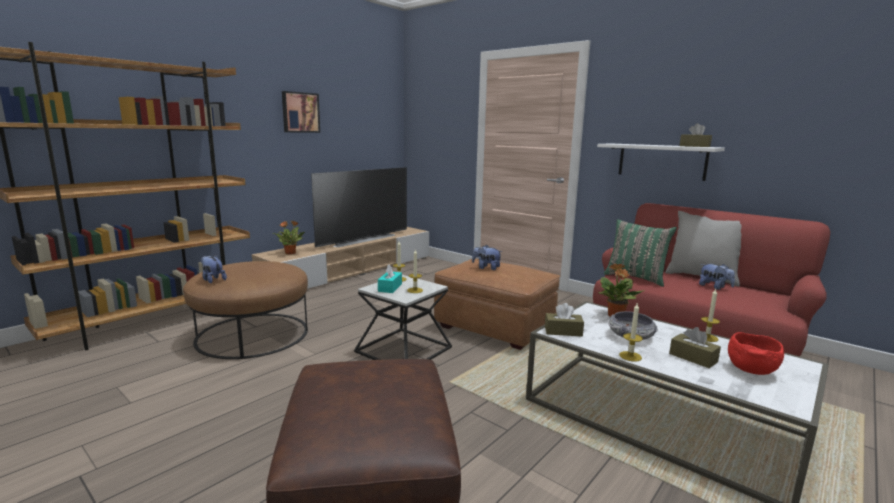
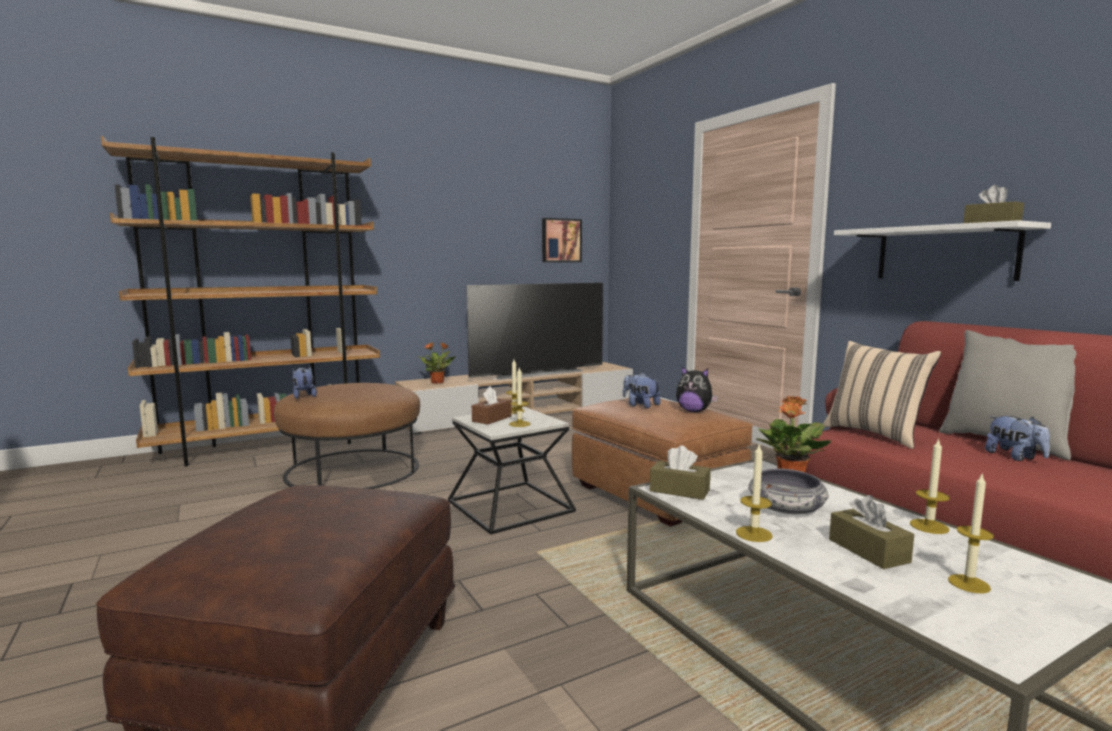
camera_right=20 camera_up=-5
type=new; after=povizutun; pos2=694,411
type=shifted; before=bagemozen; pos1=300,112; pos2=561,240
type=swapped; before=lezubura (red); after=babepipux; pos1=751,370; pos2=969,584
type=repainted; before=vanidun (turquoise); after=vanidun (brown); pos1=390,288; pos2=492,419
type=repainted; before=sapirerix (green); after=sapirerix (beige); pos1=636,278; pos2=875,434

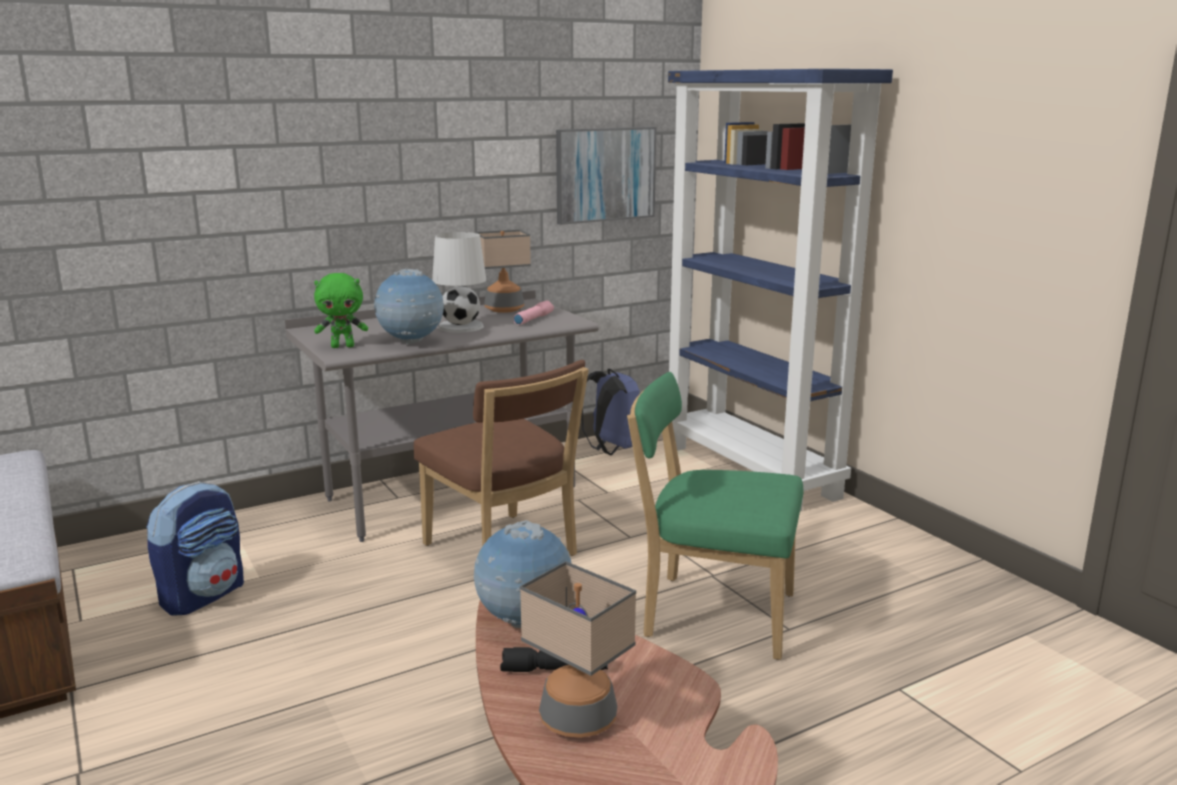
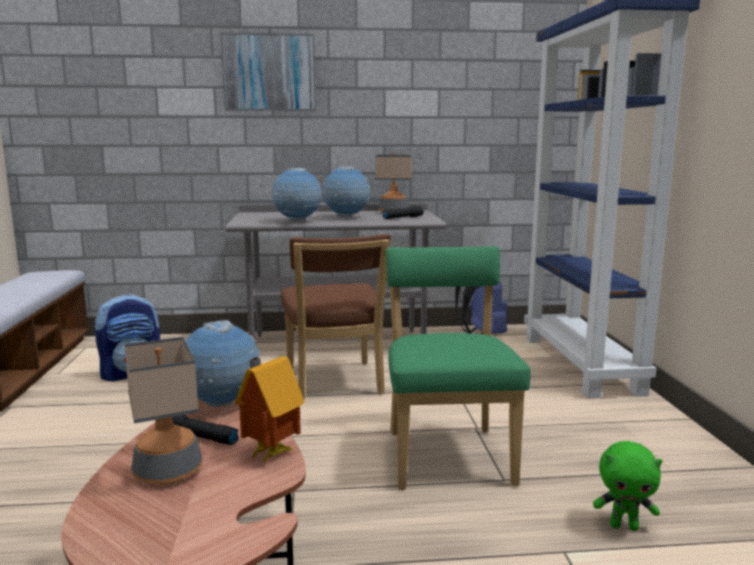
camera_right=25 camera_up=-5
type=new; after=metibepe; pos2=269,453
type=shifted; before=povizutun (green); pos1=343,346; pos2=624,526
type=shifted; before=bagemozen; pos1=605,174; pos2=269,72
type=swapped; before=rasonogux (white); after=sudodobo; pos1=461,327; pos2=346,217
type=repainted; before=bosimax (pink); after=bosimax (black); pos1=533,319; pos2=403,217
type=rotated; before=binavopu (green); pos1=711,614; pos2=447,454; turn=45

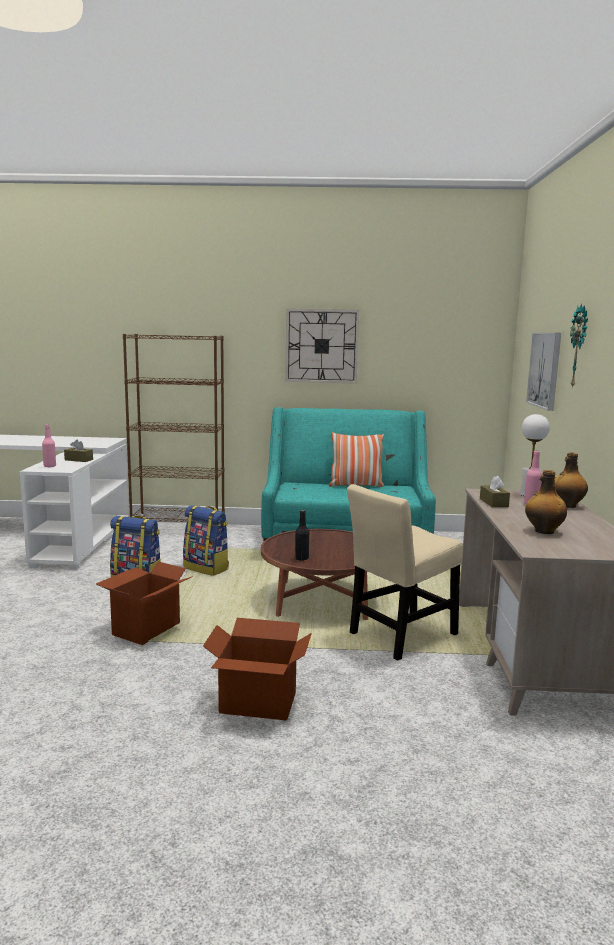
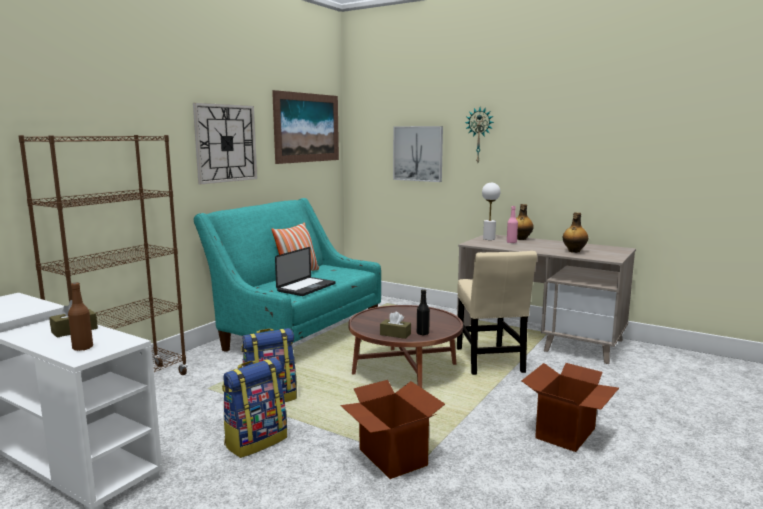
camera_right=-60 camera_up=0
type=new; after=bagemozen; pos2=307,128
type=new; after=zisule; pos2=306,287
type=shifted; before=vanidun (brown); pos1=493,503; pos2=395,334
type=repainted; before=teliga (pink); after=teliga (brown); pos1=50,466; pos2=82,348

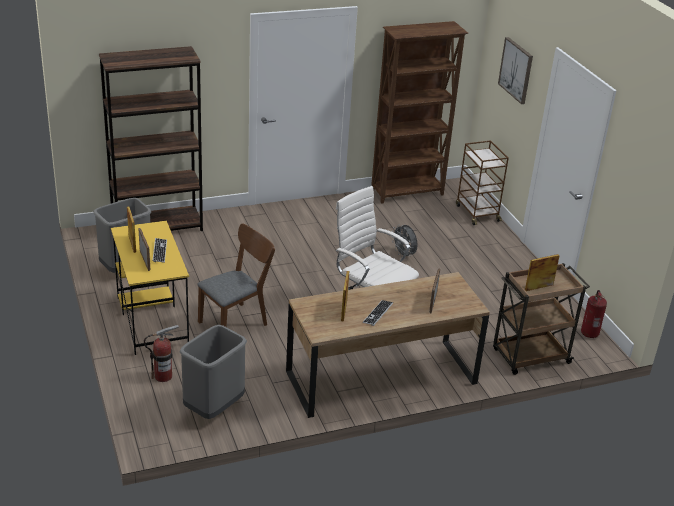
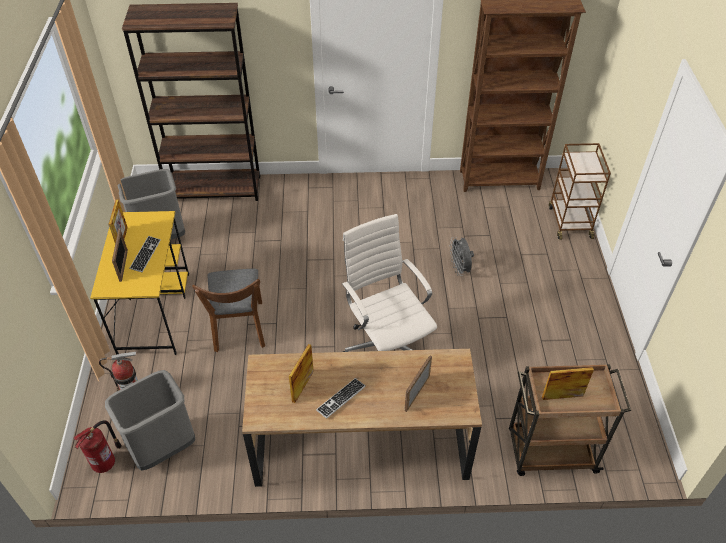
camera_right=20 camera_up=15
type=gone; before=bagemozen; pos1=516,70
type=shifted; before=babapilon; pos1=589,333; pos2=105,462
type=rotated; before=binavopu (brown); pos1=237,321; pos2=239,330; turn=105

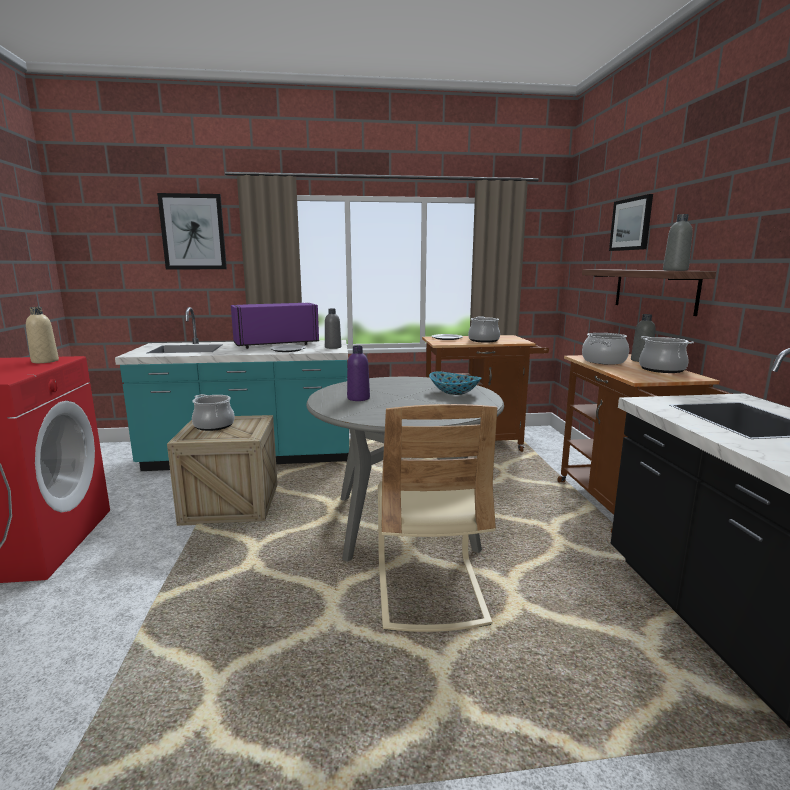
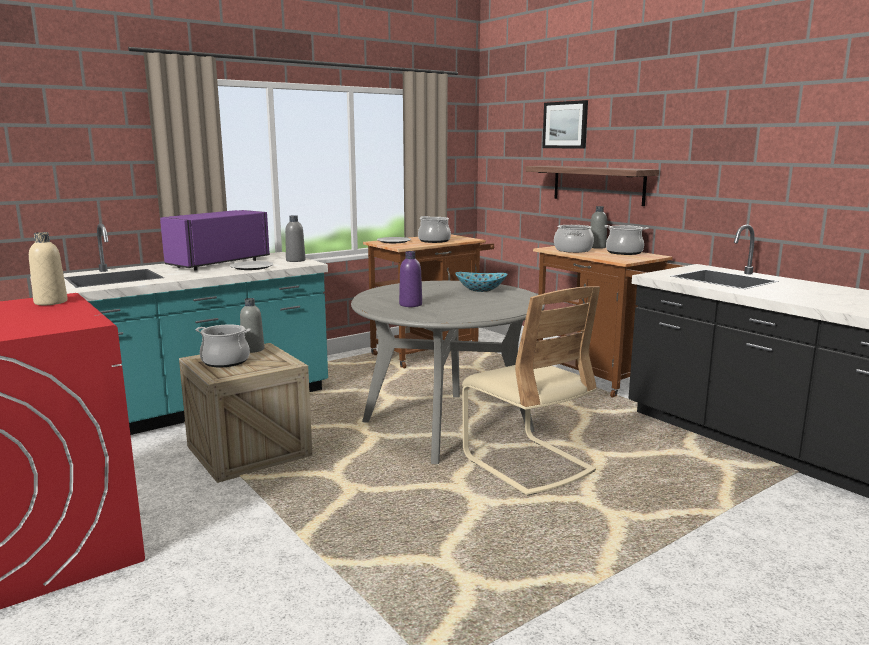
camera_right=-30 camera_up=0
type=gone; before=bagemozen; pos1=193,232
type=shifted; before=teliga (grey); pos1=675,270; pos2=253,349

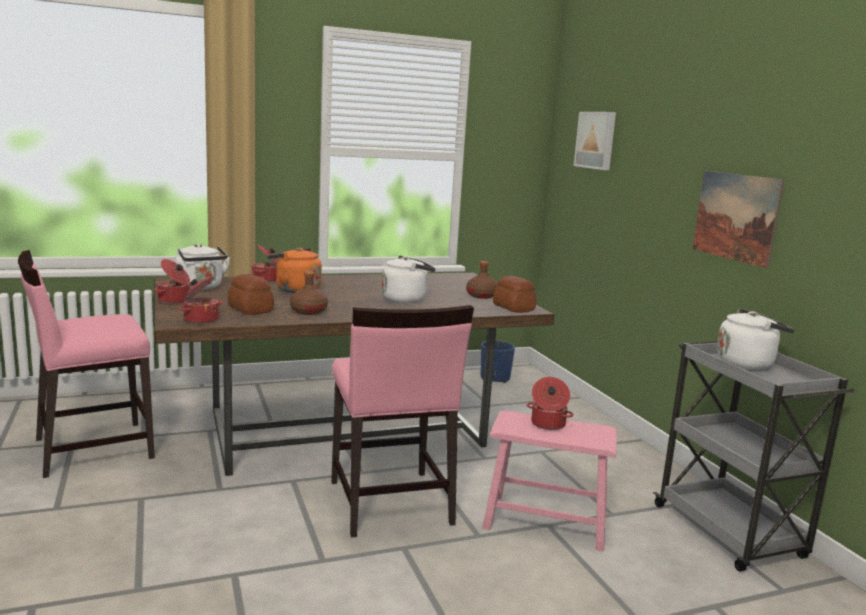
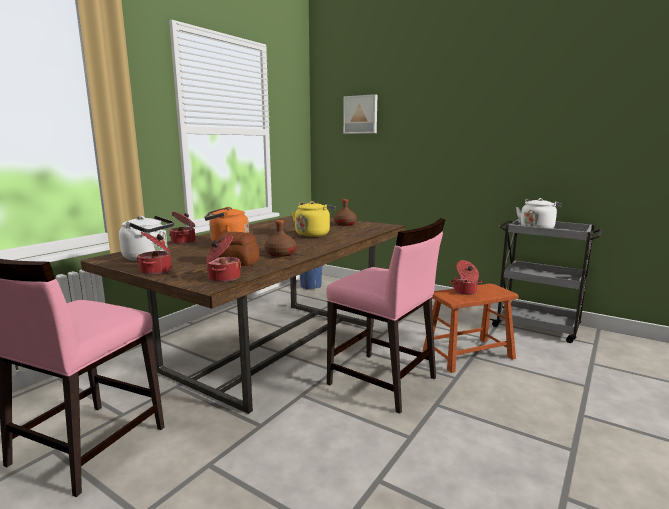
camera_right=-35 camera_up=0
type=gone; before=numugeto; pos1=513,308
type=gone; before=bagemozen; pos1=735,217
type=repainted; before=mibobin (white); after=mibobin (yellow); pos1=406,299; pos2=313,234
type=repainted; before=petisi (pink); after=petisi (brown); pos1=545,520; pos2=468,354

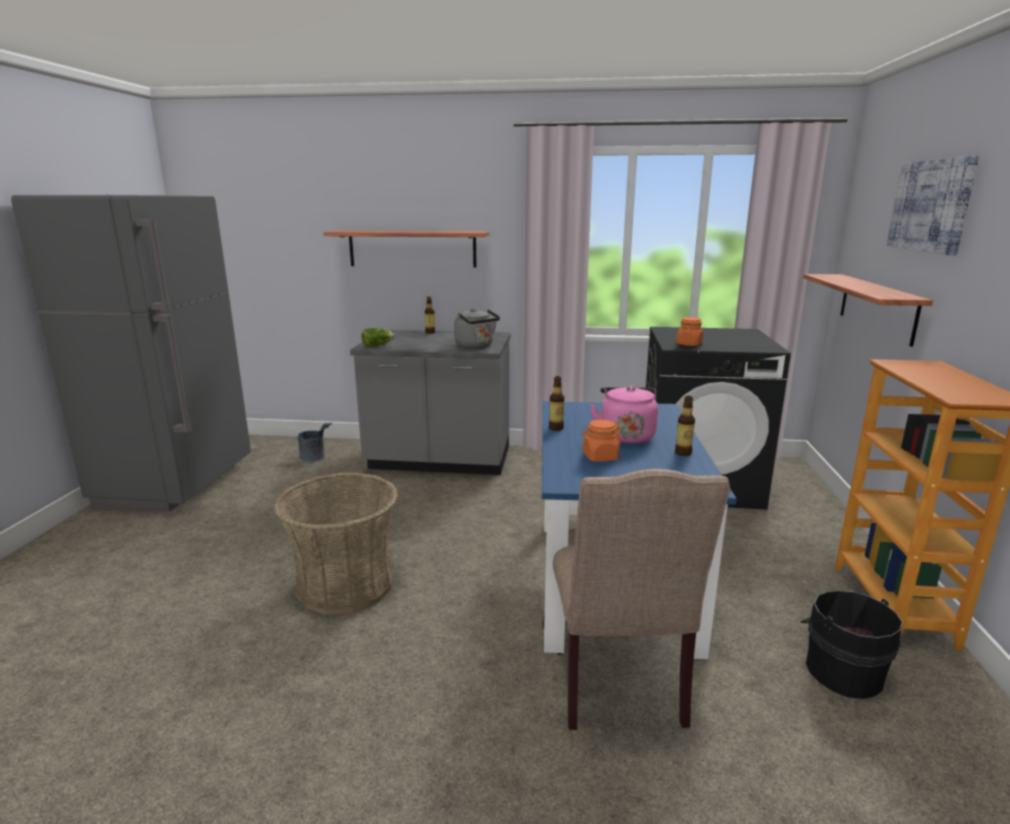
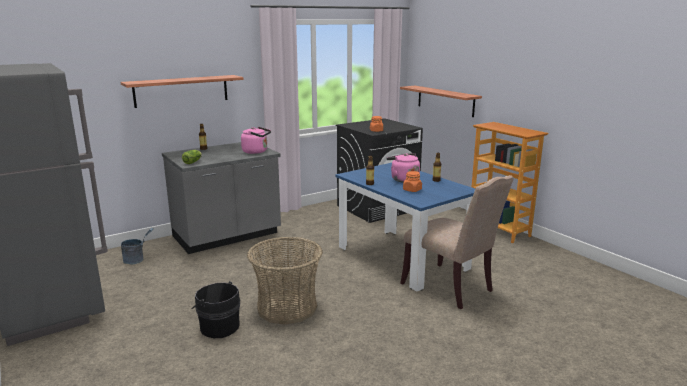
camera_right=-40 camera_up=0
type=gone; before=bagemozen; pos1=931,205
type=shifted; before=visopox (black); pos1=841,670; pos2=218,326
type=repainted; before=mibobin (grey); after=mibobin (pink); pos1=476,346; pos2=256,151

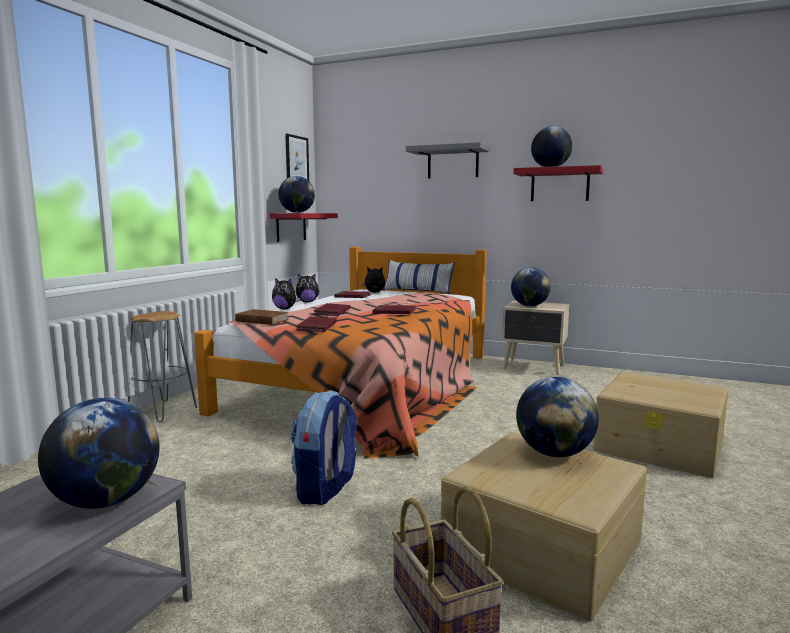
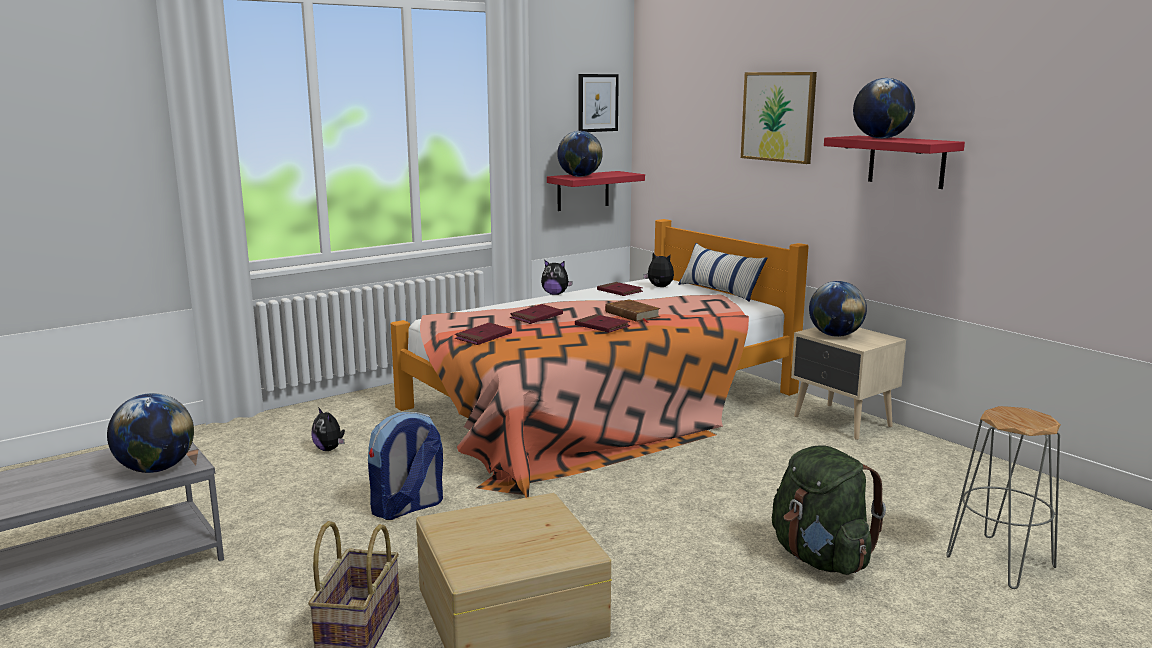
camera_right=30 camera_up=5
type=gone; before=sudodobo; pos1=554,453
type=shifted; before=petisi (grey); pos1=162,411; pos2=999,561
type=shifted; before=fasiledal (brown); pos1=262,321; pos2=632,314
type=shifted; before=povizutun; pos1=285,309; pos2=329,449
type=swapped; before=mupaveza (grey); after=bagemozen; pos1=453,163; pos2=778,117
type=swapped; before=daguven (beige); after=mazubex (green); pos1=660,445; pos2=820,558

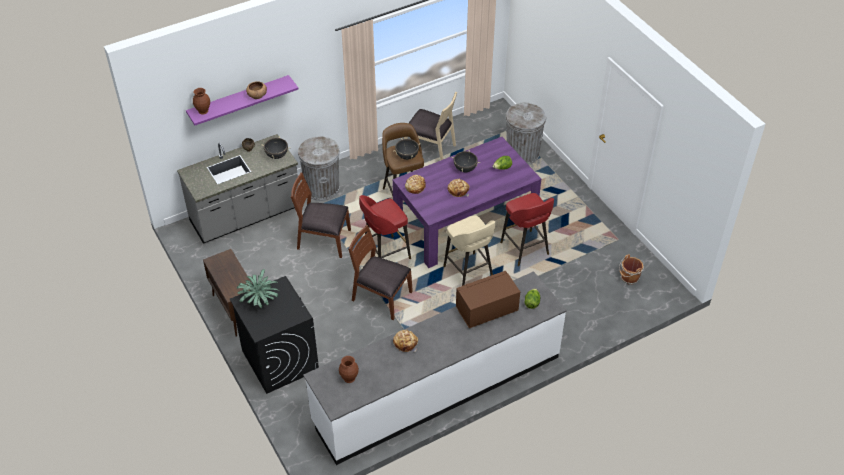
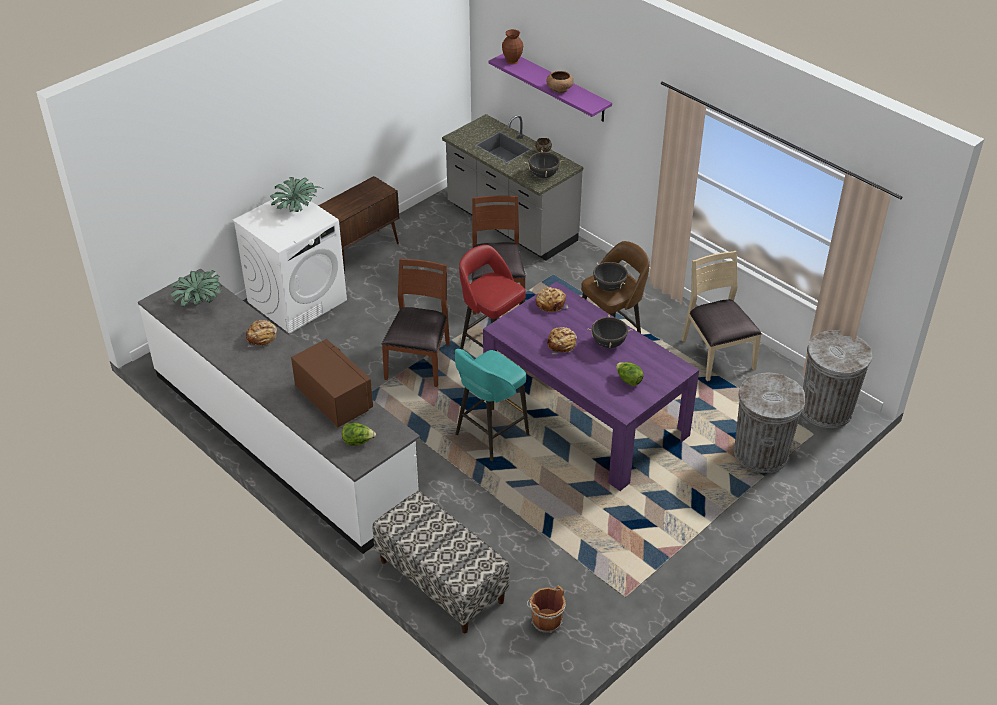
camera_right=75 camera_up=-5
type=gone; before=petisi (red); pos1=525,249
type=new; after=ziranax; pos2=441,581
type=shifted; before=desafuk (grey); pos1=322,188; pos2=825,409
type=swapped; before=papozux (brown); after=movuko; pos1=349,378; pos2=199,303
type=repainted; before=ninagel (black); after=ninagel (white); pos1=279,360; pos2=297,300
type=repainted; before=petisi (beige); after=petisi (turquoise); pos1=469,273; pos2=490,435
type=rotated; before=binavopu (beige); pos1=430,148; pos2=716,354; turn=150

